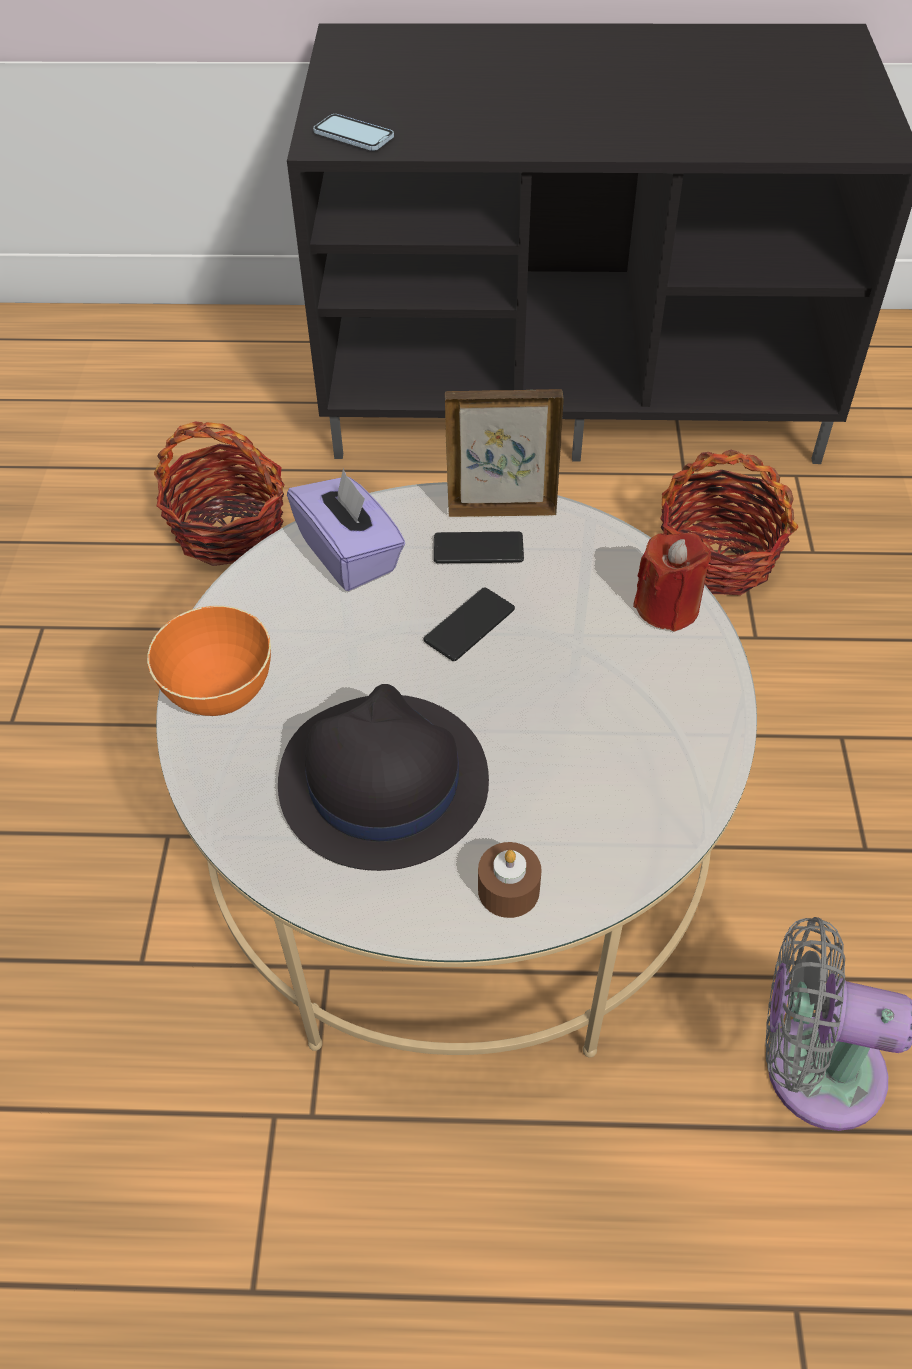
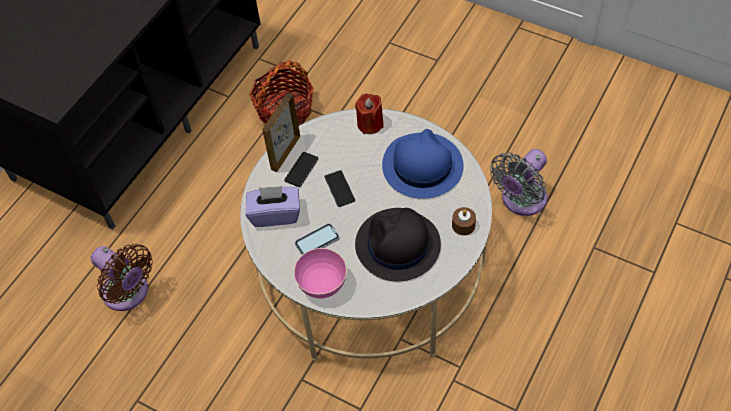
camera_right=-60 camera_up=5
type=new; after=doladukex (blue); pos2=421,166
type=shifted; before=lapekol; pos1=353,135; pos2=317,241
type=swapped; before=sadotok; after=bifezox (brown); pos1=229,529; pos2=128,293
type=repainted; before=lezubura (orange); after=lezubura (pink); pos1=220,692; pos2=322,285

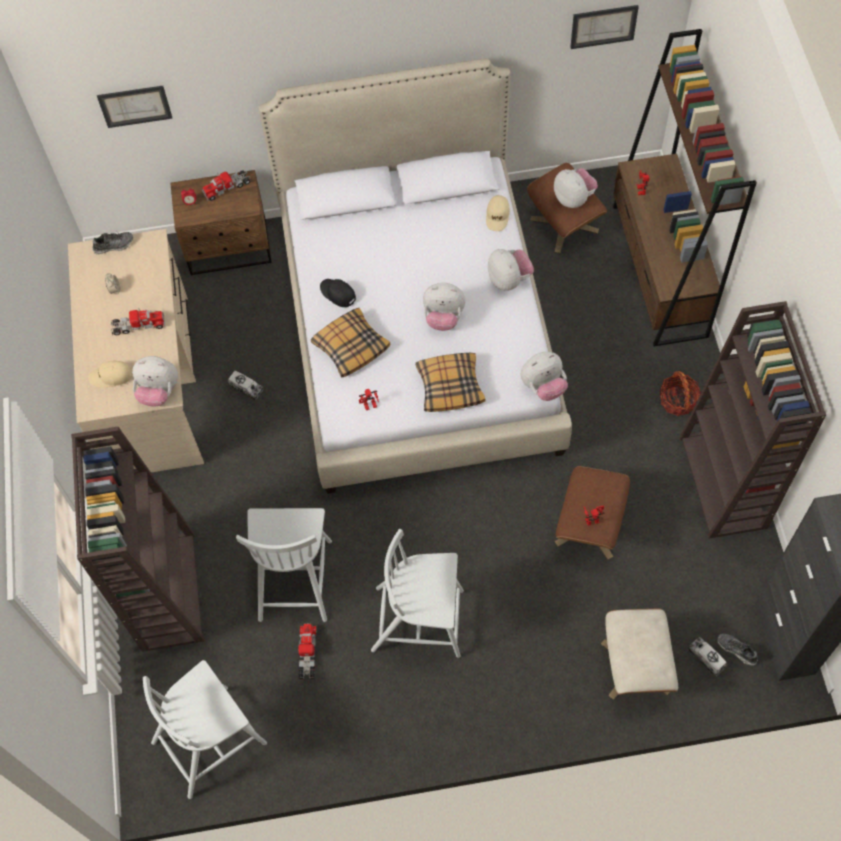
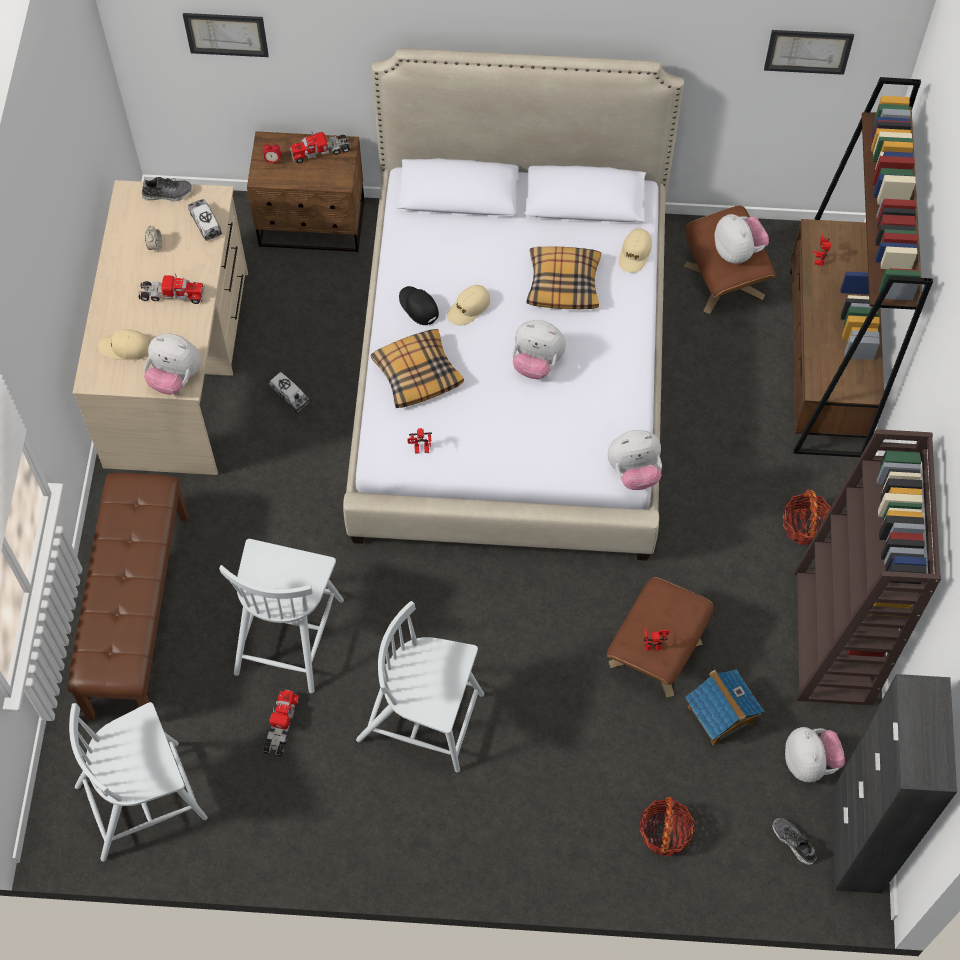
camera_right=10 camera_up=0
type=new; after=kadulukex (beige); pos2=468,308
type=new; after=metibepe; pos2=720,715
type=shifted; before=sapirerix; pos1=450,386; pos2=563,283
type=shifted; before=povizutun; pos1=509,280; pos2=809,762
type=shifted; before=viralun; pos1=706,658; pos2=205,223
type=swapped; before=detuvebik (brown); after=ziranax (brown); pos1=167,590; pos2=137,614
type=swapped; before=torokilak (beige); after=sadotok; pos1=635,667; pos2=664,832

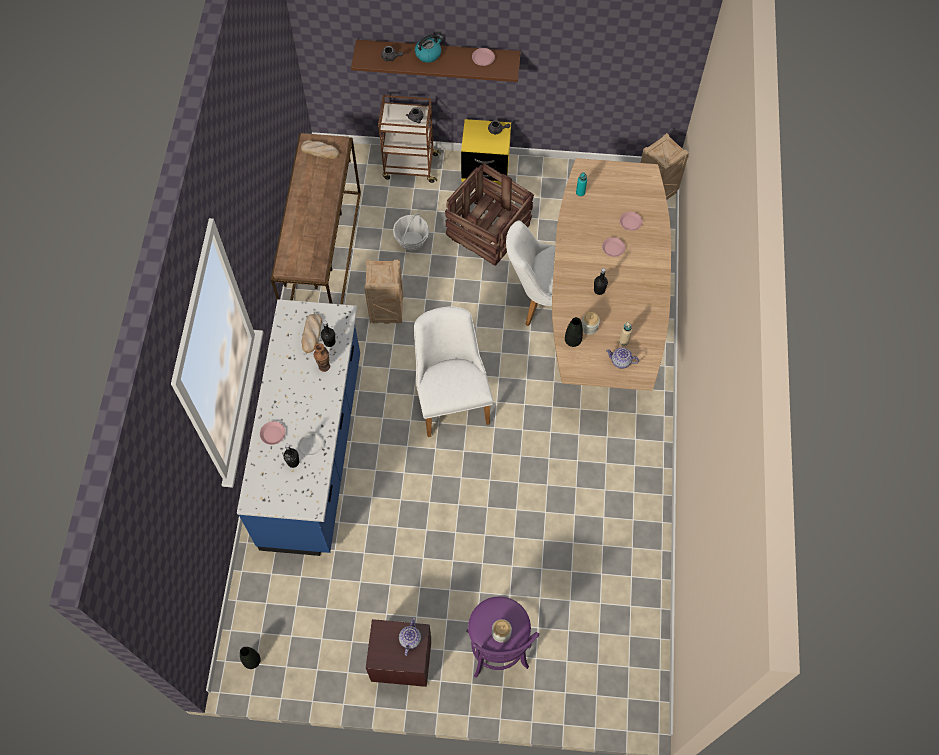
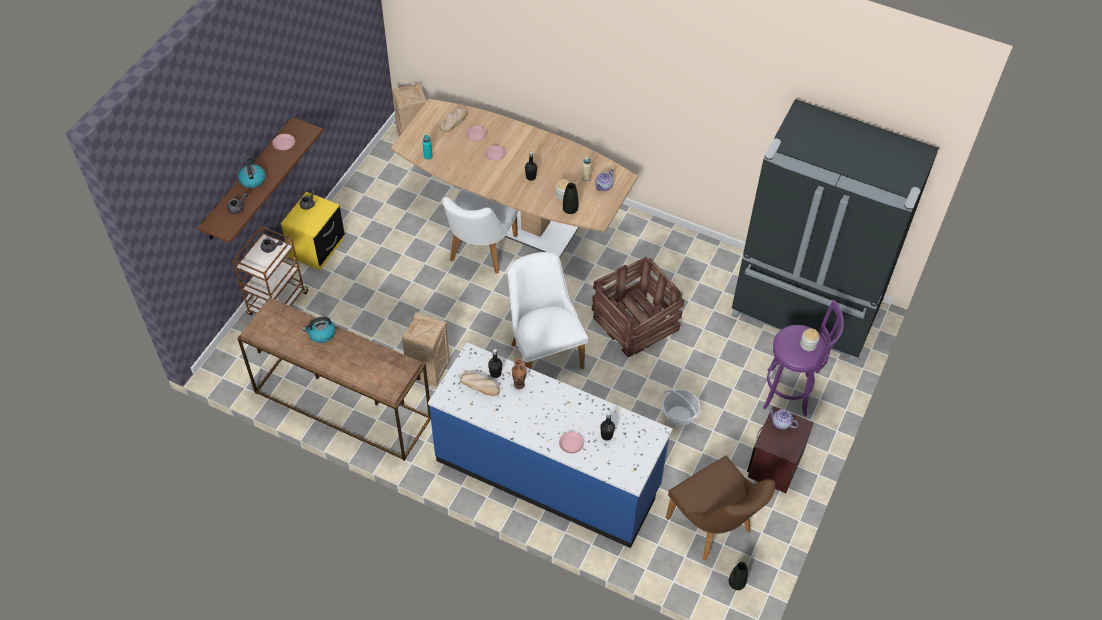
camera_right=-70 camera_up=-10
type=gone; before=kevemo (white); pos1=310,445
type=new; after=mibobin; pos2=321,334
type=new; after=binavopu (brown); pos2=714,529
type=new; after=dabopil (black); pos2=805,311
type=shifted; before=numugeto; pos1=320,151; pos2=454,121
type=shifted; before=sadotok; pos1=411,240; pos2=679,416
type=shifted; before=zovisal; pos1=488,230; pos2=635,323
type=rotated; before=binavopu (white); pos1=451,398; pos2=543,350; turn=60

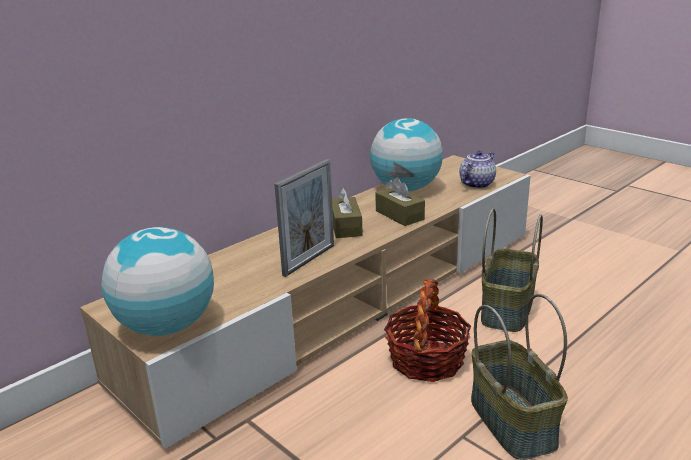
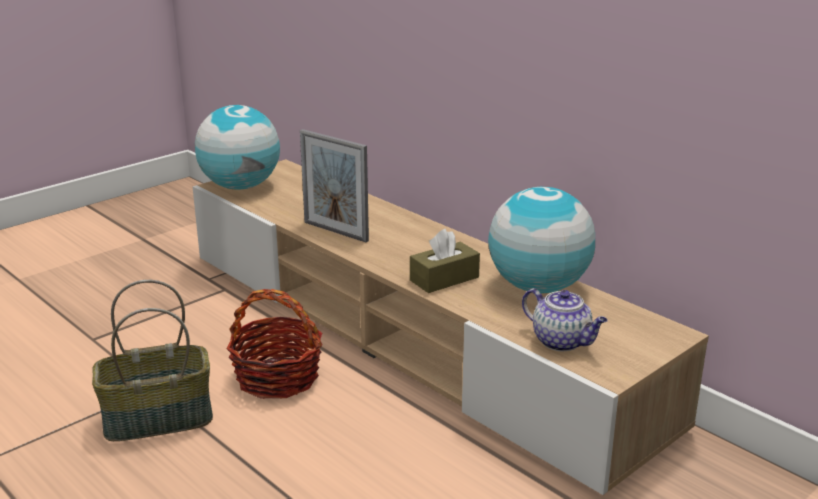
camera_right=90 camera_up=0
type=gone; before=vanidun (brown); pos1=346,226
type=gone; before=sadotok; pos1=506,309

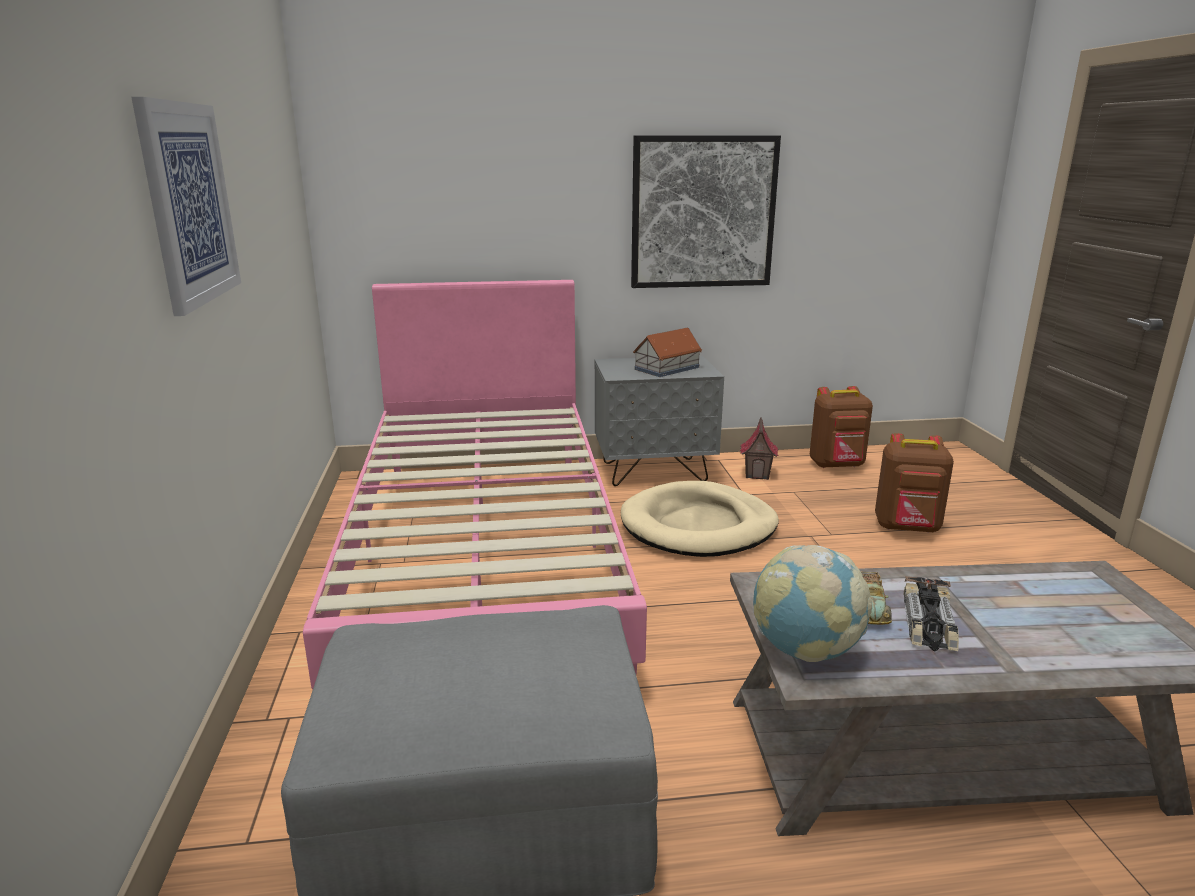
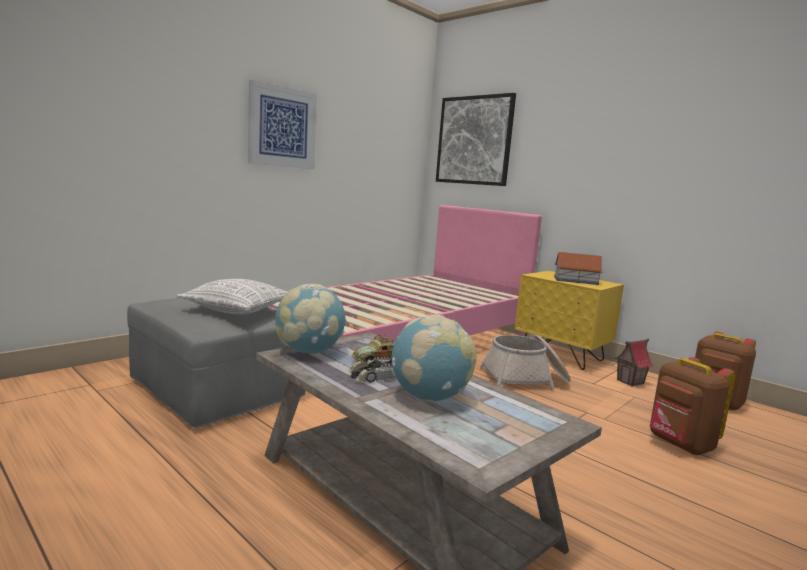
camera_right=50 camera_up=-10
type=new; after=sapirerix; pos2=238,309
type=new; after=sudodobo; pos2=429,397
type=shifted; before=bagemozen; pos1=703,212; pos2=474,140
type=swapped; before=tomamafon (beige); after=sadotok; pos1=698,526; pos2=525,379
type=repainted; before=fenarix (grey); after=fenarix (yellow); pos1=654,472; pos2=561,356

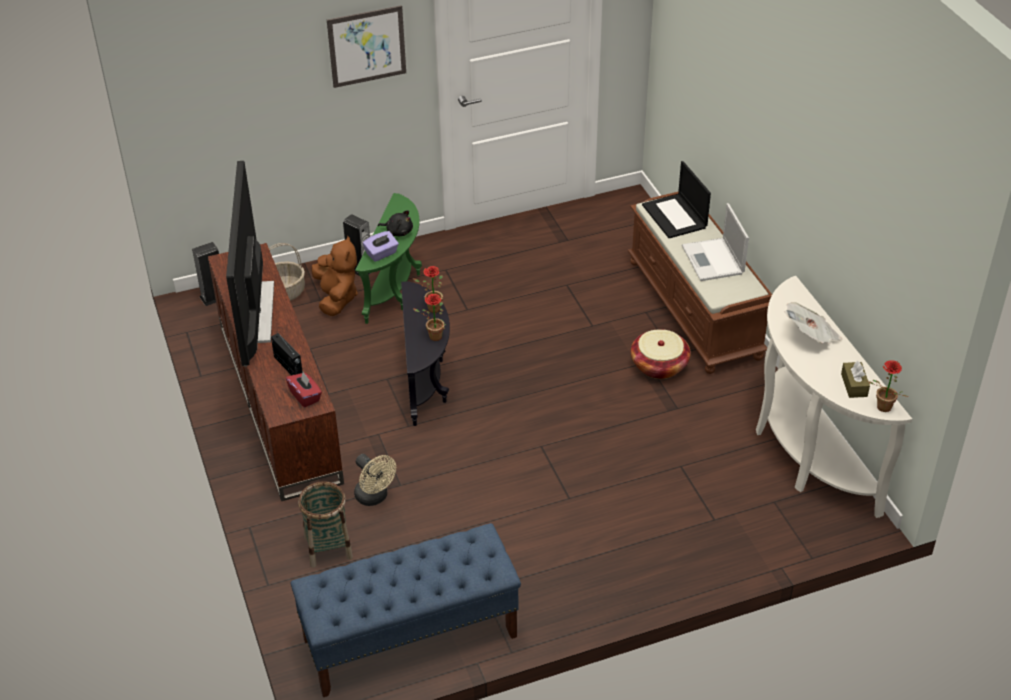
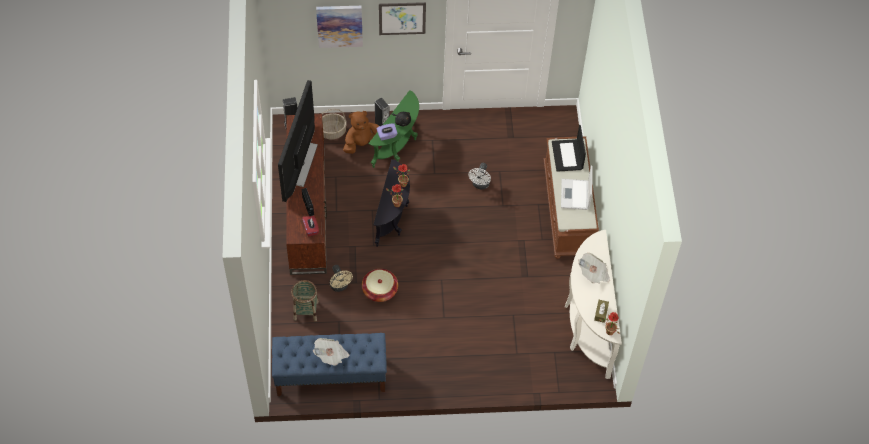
camera_right=15 camera_up=15
type=new; after=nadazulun; pos2=331,355
type=new; after=bagemozen; pos2=339,25
type=new; after=bifezox (white); pos2=480,185
type=shifted; before=sadotok; pos1=659,366; pos2=380,290
type=rotated; before=povizutun (brown); pos1=336,298; pos2=362,144; turn=-120

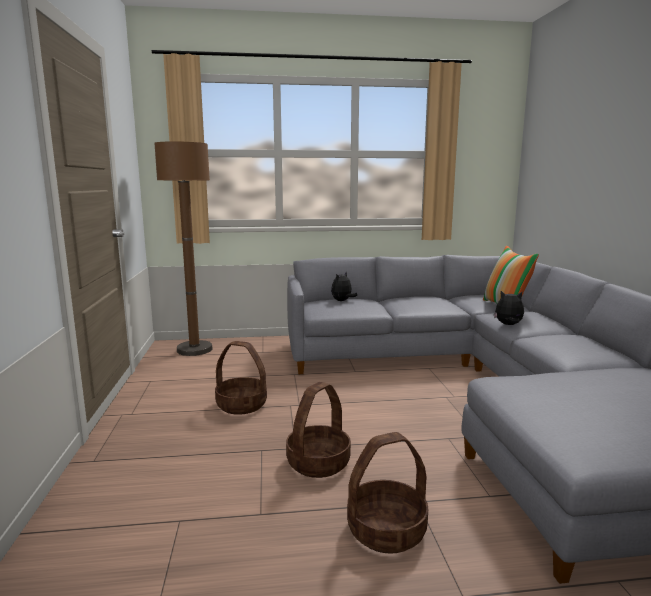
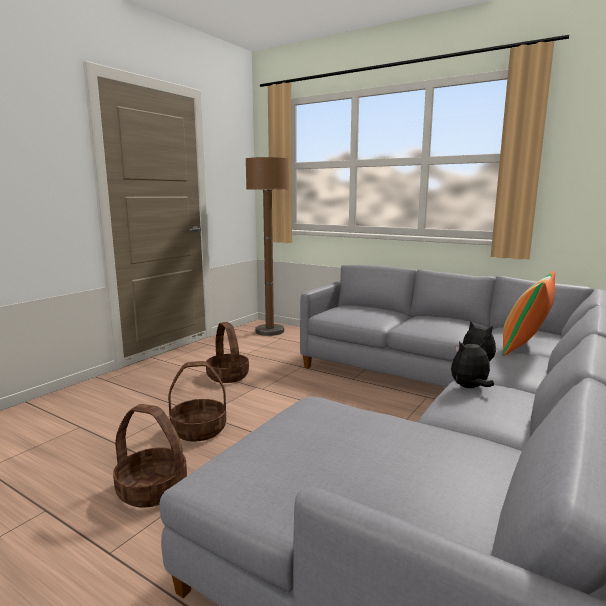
camera_right=40 camera_up=0
type=shifted; before=povizutun; pos1=342,301; pos2=470,388

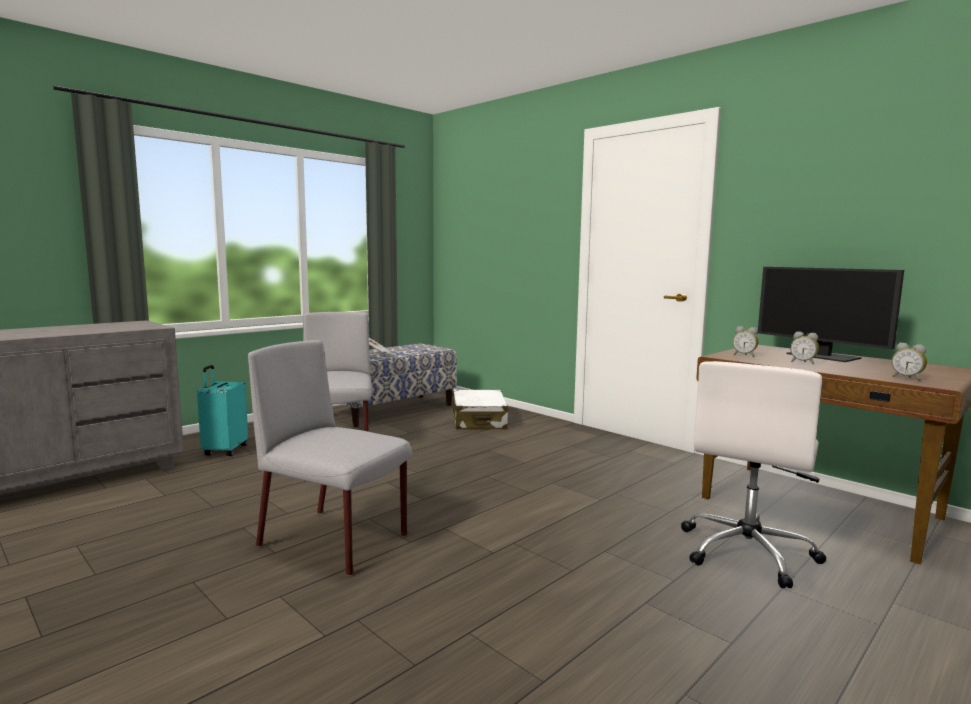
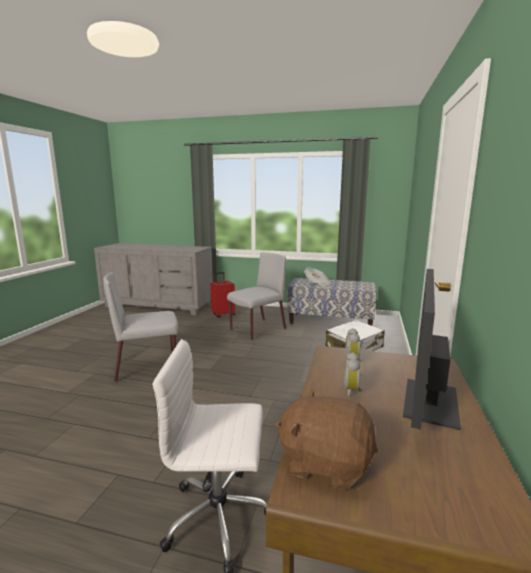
camera_right=60 camera_up=5
type=swapped; before=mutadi; after=povizutun (brown); pos1=907,378; pos2=325,462
type=repainted; before=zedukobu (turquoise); after=zedukobu (red); pos1=224,451; pos2=223,314
type=rotated; before=binavopu (grey); pos1=335,541; pos2=147,367; turn=-105

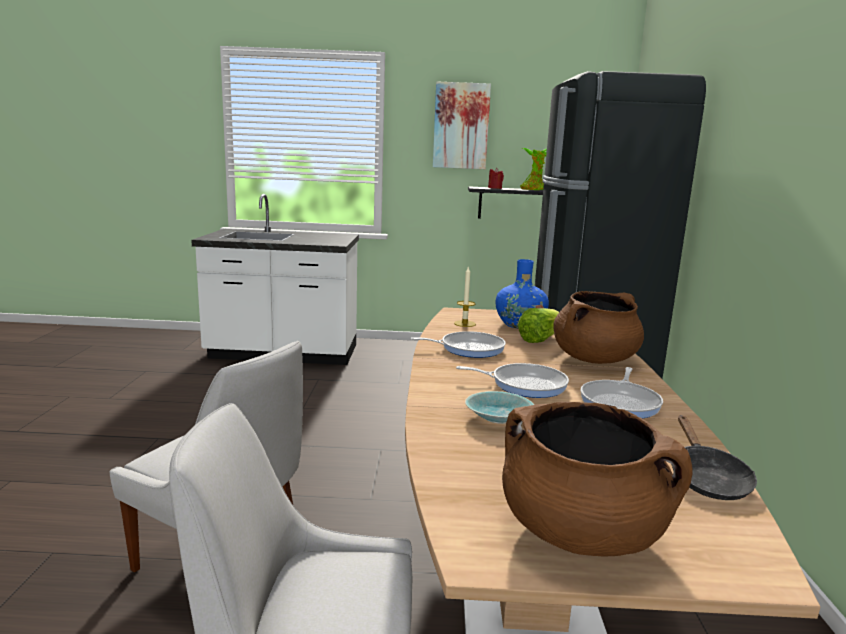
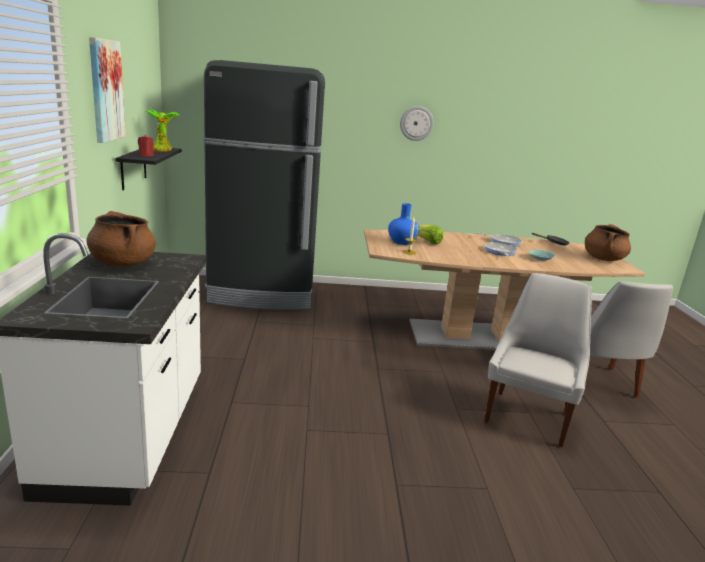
camera_right=-95 camera_up=5
type=gone; before=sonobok; pos1=468,348
type=new; after=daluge; pos2=416,123
type=shifted; before=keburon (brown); pos1=594,359; pos2=123,263

